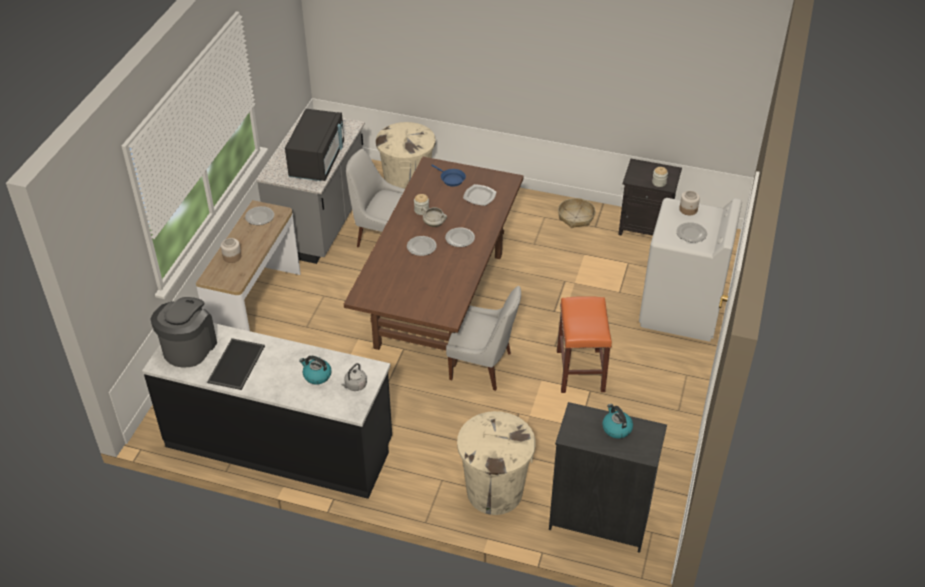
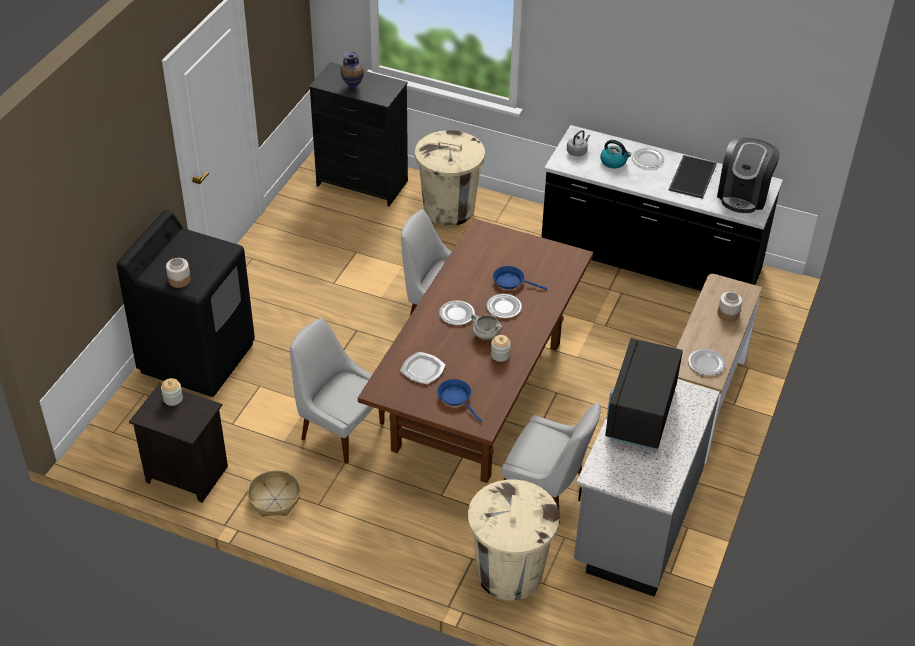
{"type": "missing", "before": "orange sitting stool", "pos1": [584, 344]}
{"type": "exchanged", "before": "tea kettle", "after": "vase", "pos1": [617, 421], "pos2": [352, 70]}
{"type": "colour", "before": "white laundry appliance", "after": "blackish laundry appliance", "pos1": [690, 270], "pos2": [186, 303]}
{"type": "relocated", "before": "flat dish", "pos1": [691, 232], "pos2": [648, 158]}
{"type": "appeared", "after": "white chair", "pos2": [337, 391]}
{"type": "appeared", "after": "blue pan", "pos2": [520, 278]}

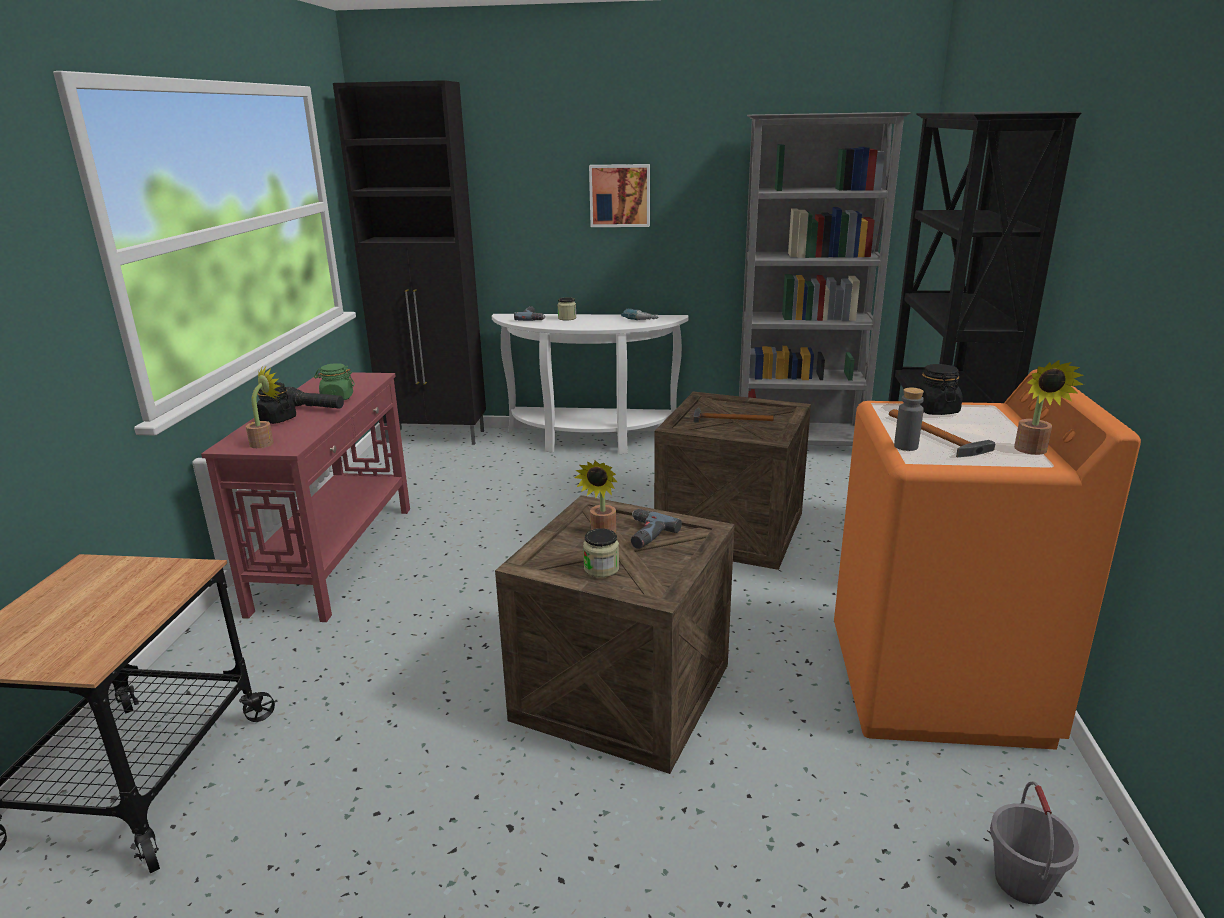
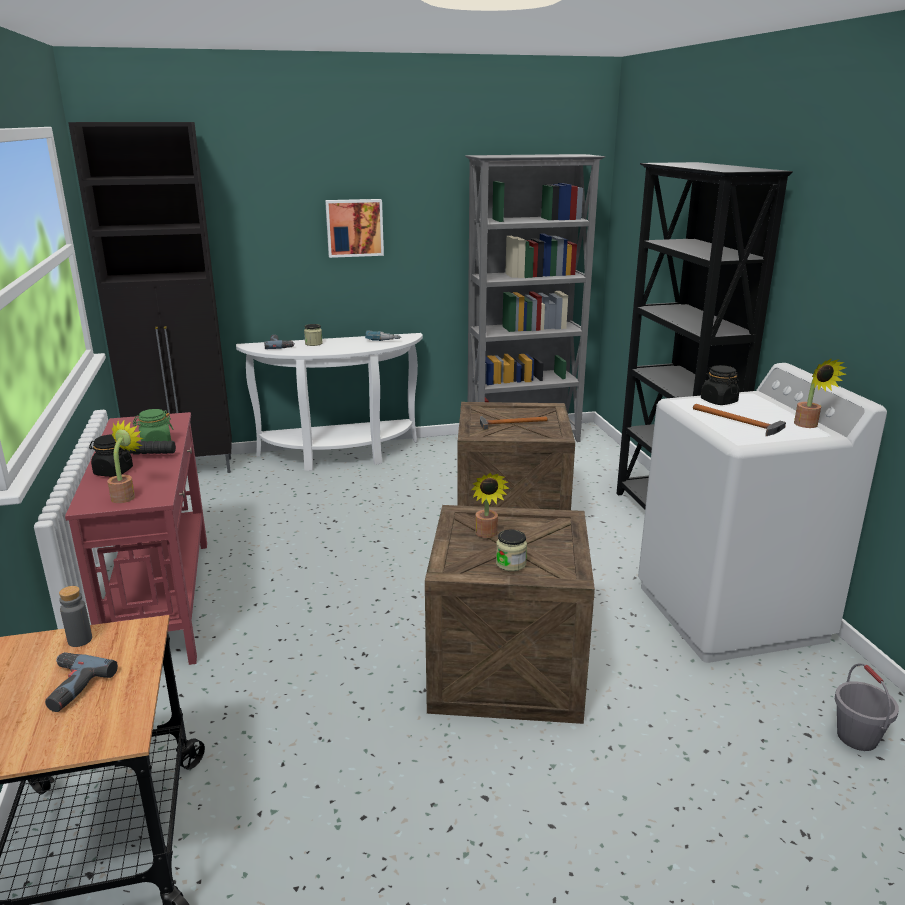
{"type": "relocated", "before": "power drill", "pos1": [656, 529], "pos2": [81, 682]}
{"type": "colour", "before": "orange laundry appliance", "after": "white laundry appliance", "pos1": [987, 559], "pos2": [762, 513]}
{"type": "relocated", "before": "grey bottle", "pos1": [909, 419], "pos2": [75, 616]}

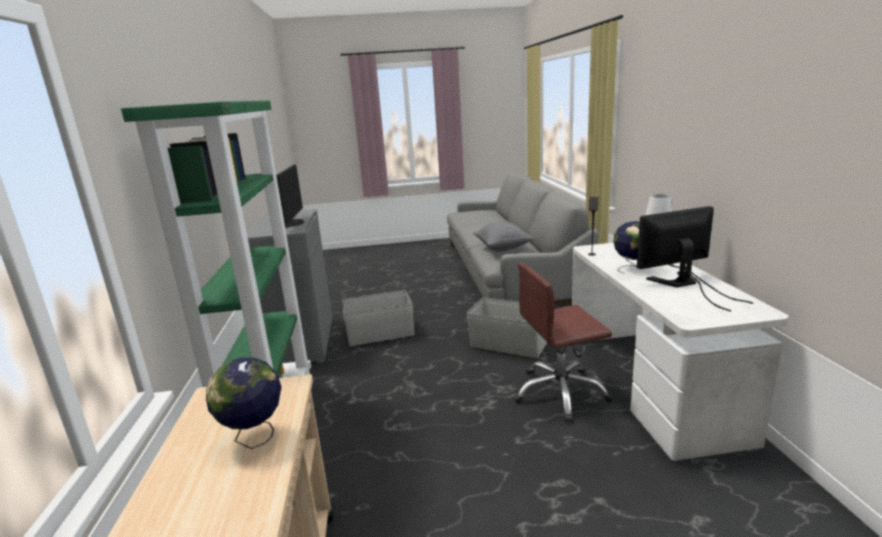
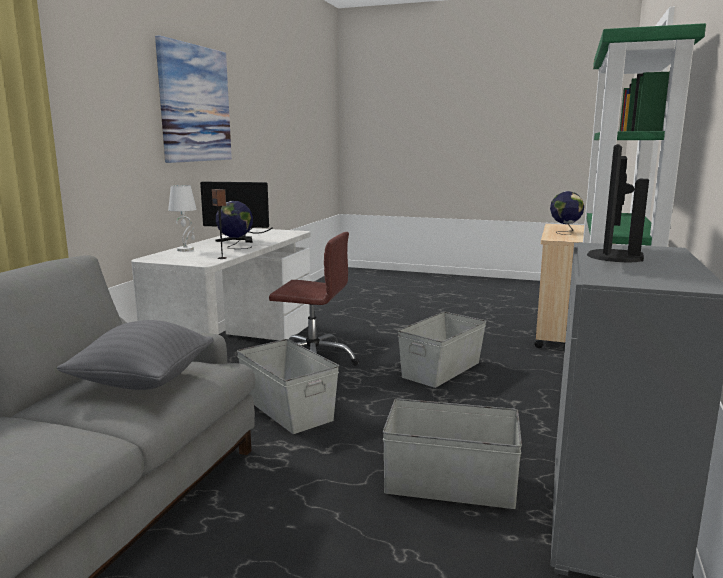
{"type": "appeared", "after": "wall picture", "pos2": [193, 99]}
{"type": "appeared", "after": "grey storage bin", "pos2": [442, 350]}

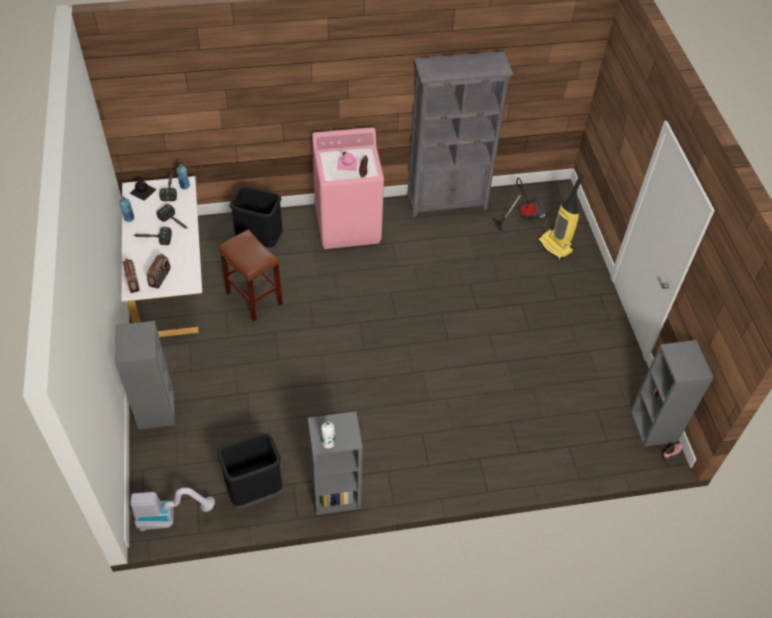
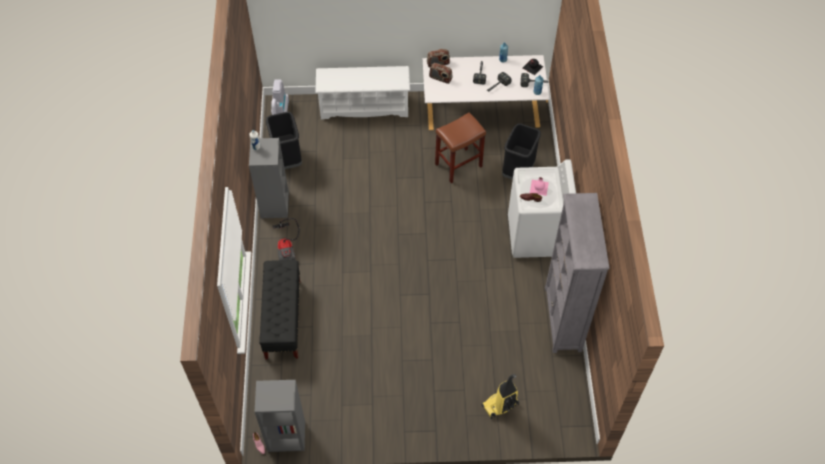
{"type": "exchanged", "before": "grey bookcase", "after": "white shoe stand", "pos1": [145, 375], "pos2": [362, 92]}
{"type": "colour", "before": "pink-coloured laundry appliance", "after": "white laundry appliance", "pos1": [348, 188], "pos2": [542, 208]}
{"type": "relocated", "before": "vacuum cleaner", "pos1": [520, 205], "pos2": [286, 239]}
{"type": "appeared", "after": "blackish indoor bench", "pos2": [280, 309]}

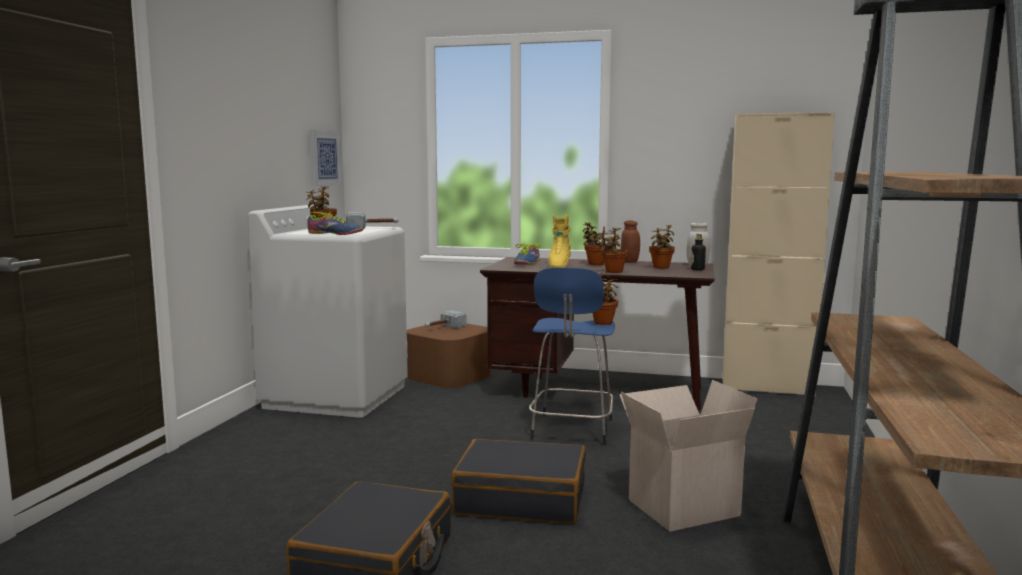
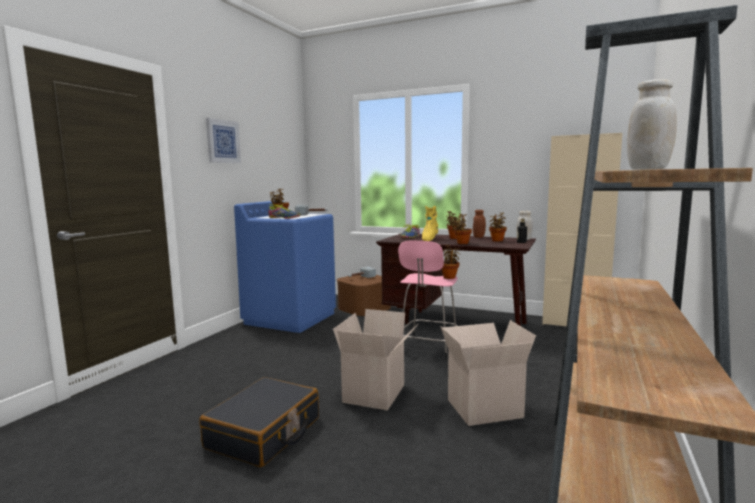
{"type": "colour", "before": "white laundry appliance", "after": "blue laundry appliance", "pos1": [328, 311], "pos2": [285, 267]}
{"type": "relocated", "before": "wall picture", "pos1": [326, 158], "pos2": [223, 140]}
{"type": "exchanged", "before": "blackish piece of luggage", "after": "carton", "pos1": [518, 481], "pos2": [376, 360]}
{"type": "colour", "before": "blue sitting stool", "after": "pink-coloured sitting stool", "pos1": [572, 356], "pos2": [427, 300]}
{"type": "appeared", "after": "white preserve jar", "pos2": [652, 124]}

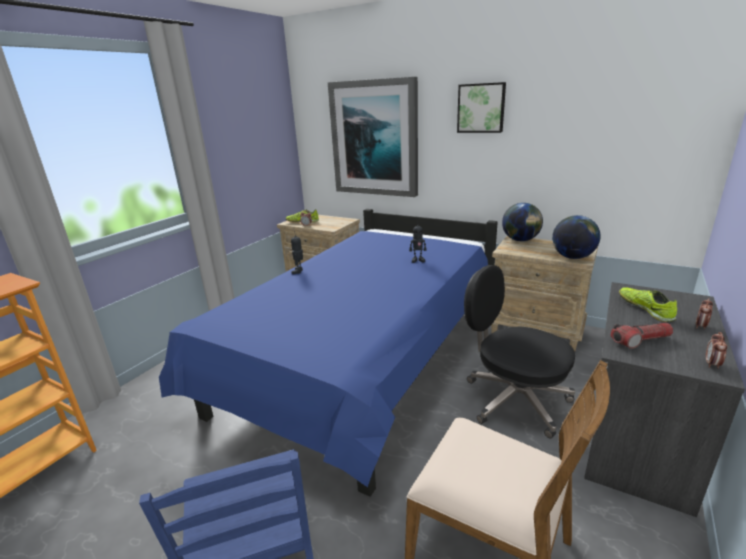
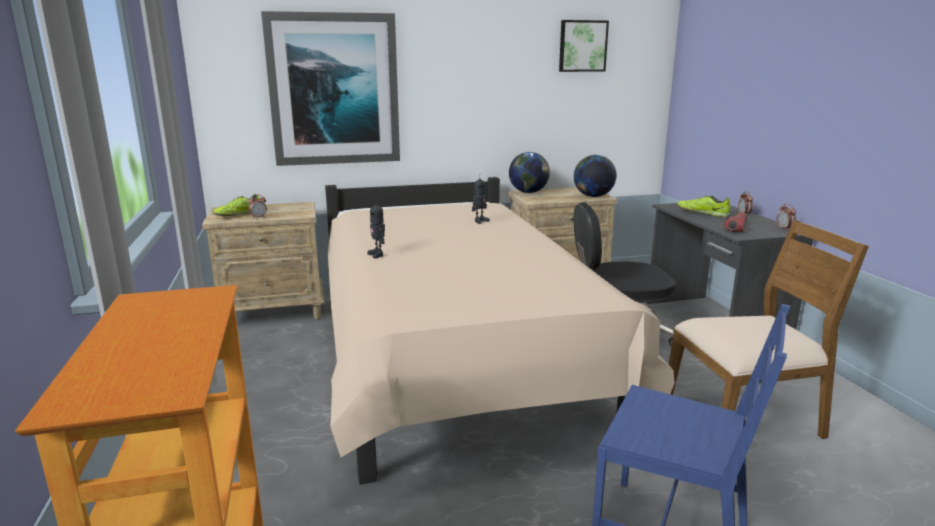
{"type": "colour", "before": "blue bedroom bed", "after": "sand-coloured bedroom bed", "pos1": [328, 353], "pos2": [499, 330]}
{"type": "relocated", "before": "wall picture", "pos1": [481, 107], "pos2": [584, 46]}

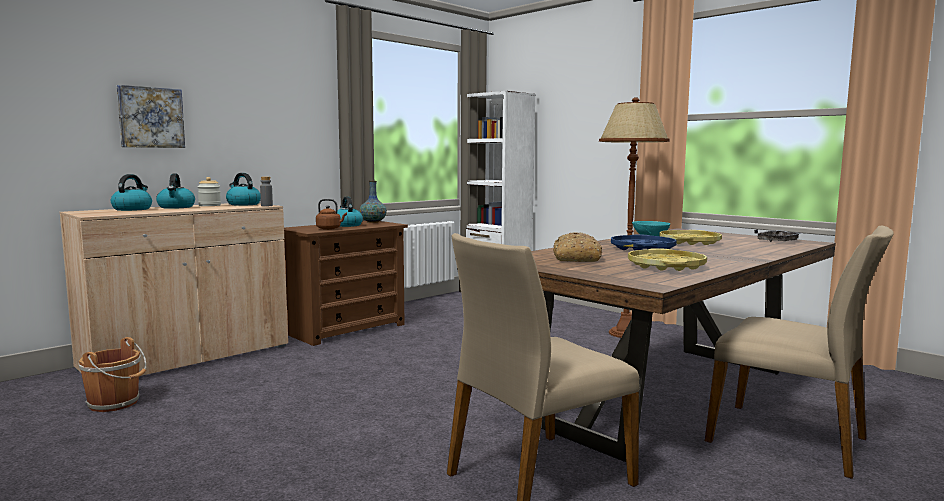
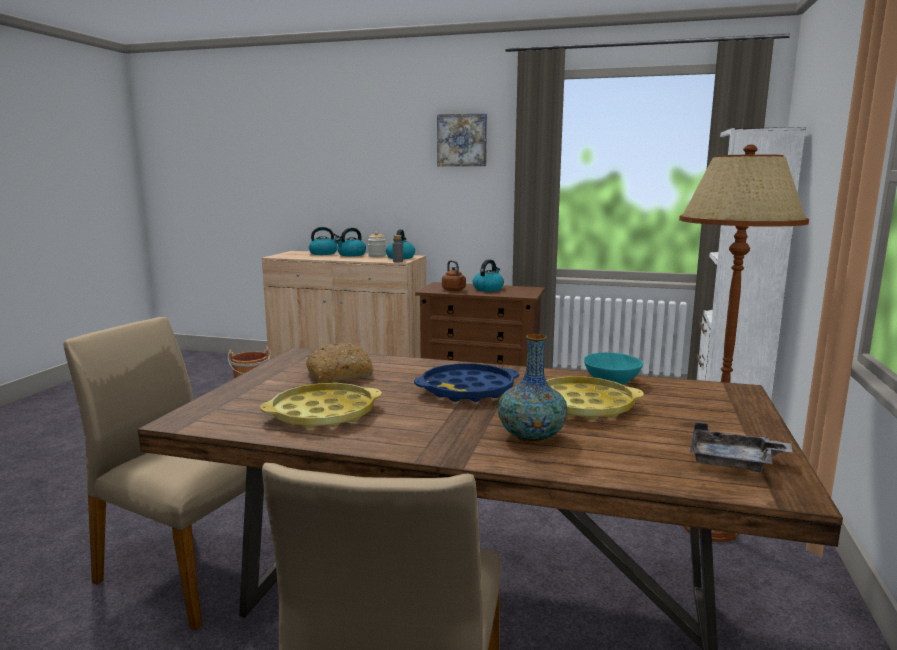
{"type": "relocated", "before": "wall picture", "pos1": [151, 116], "pos2": [462, 139]}
{"type": "relocated", "before": "vase", "pos1": [373, 202], "pos2": [533, 388]}

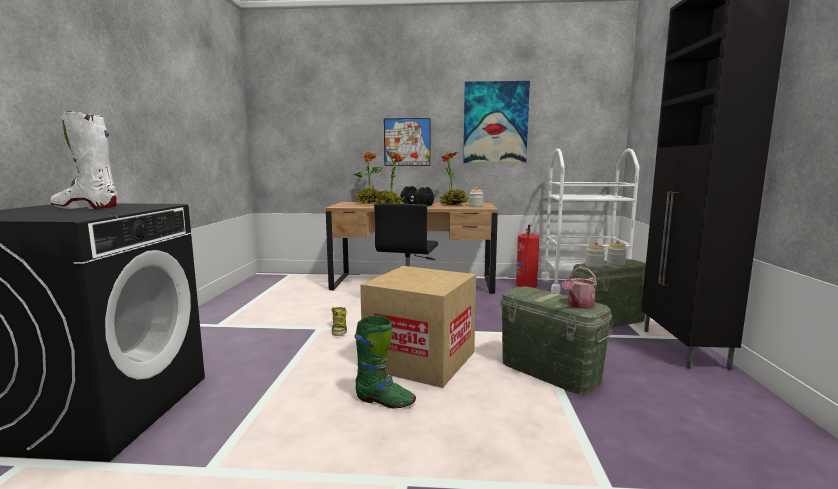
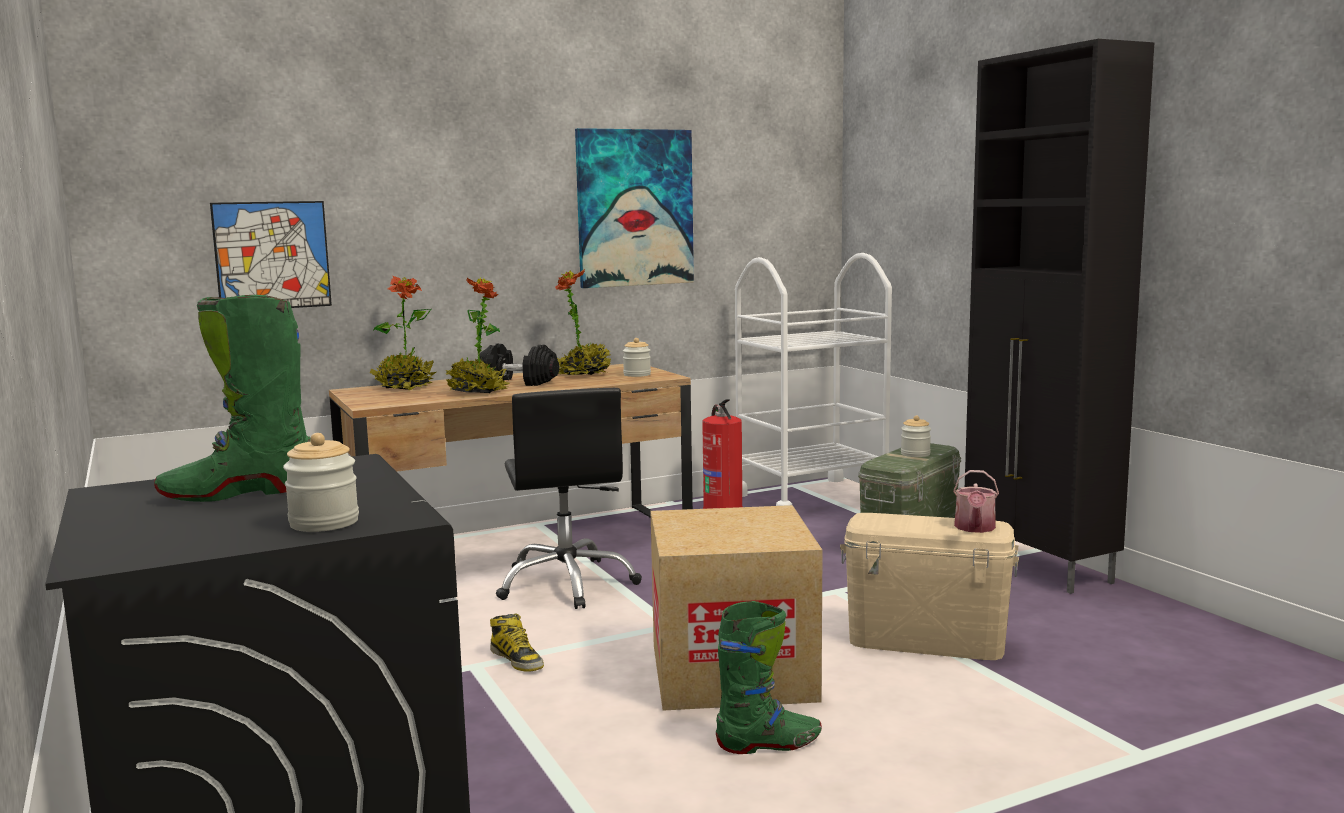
{"type": "colour", "before": "white high-top boot", "after": "greenish high-top boot", "pos1": [83, 160], "pos2": [232, 398]}
{"type": "relocated", "before": "wall picture", "pos1": [407, 142], "pos2": [271, 254]}
{"type": "colour", "before": "greenish storage bin", "after": "sand-coloured storage bin", "pos1": [557, 340], "pos2": [929, 586]}
{"type": "relocated", "before": "preserve jar", "pos1": [595, 255], "pos2": [321, 482]}

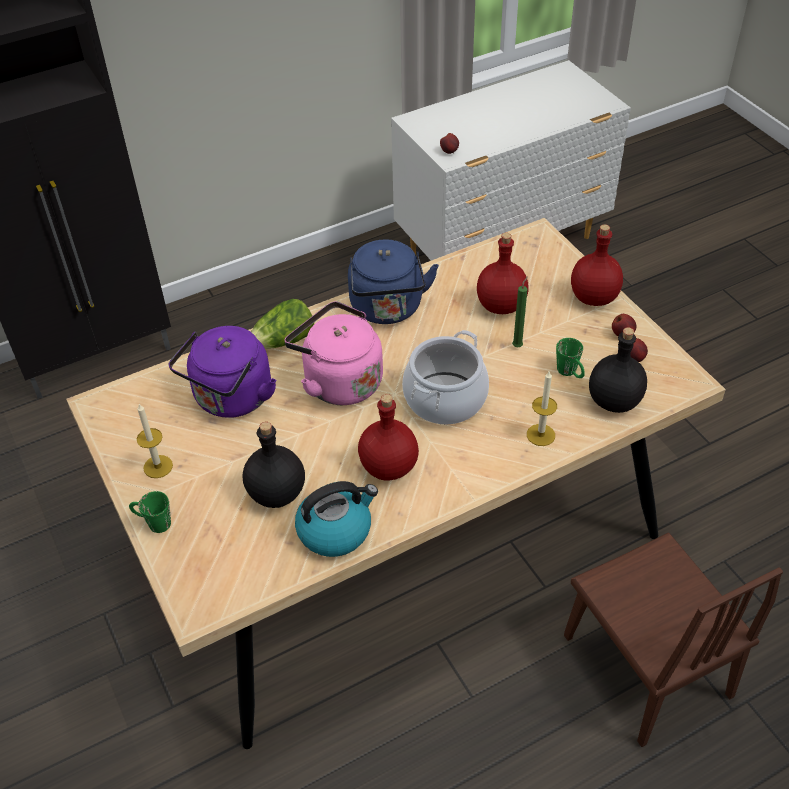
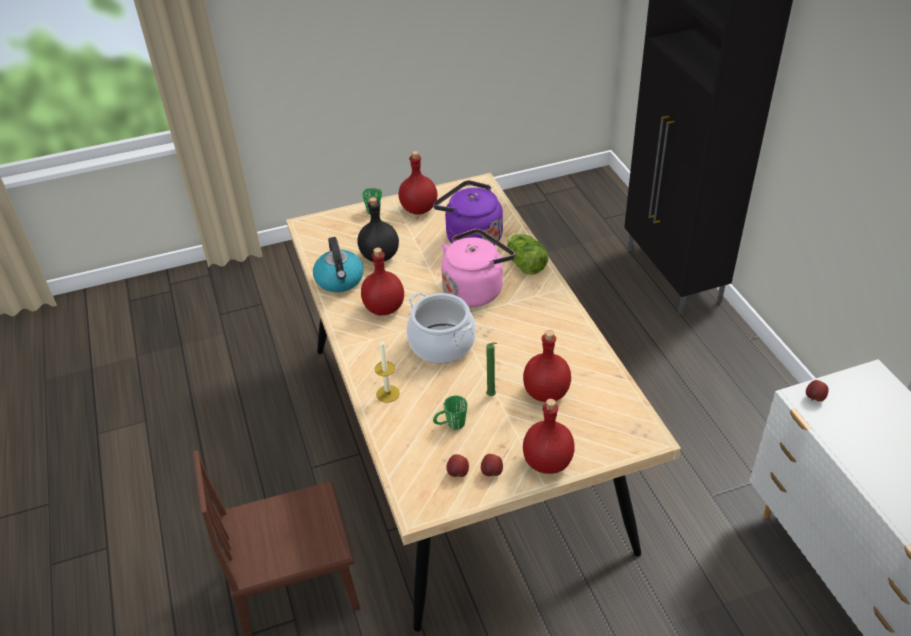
{"type": "exchanged", "before": "wax light", "after": "reddish bottle", "pos1": [155, 441], "pos2": [418, 183]}
{"type": "missing", "before": "blue tea kettle", "pos1": [393, 281]}
{"type": "missing", "before": "blackish bottle", "pos1": [618, 370]}

